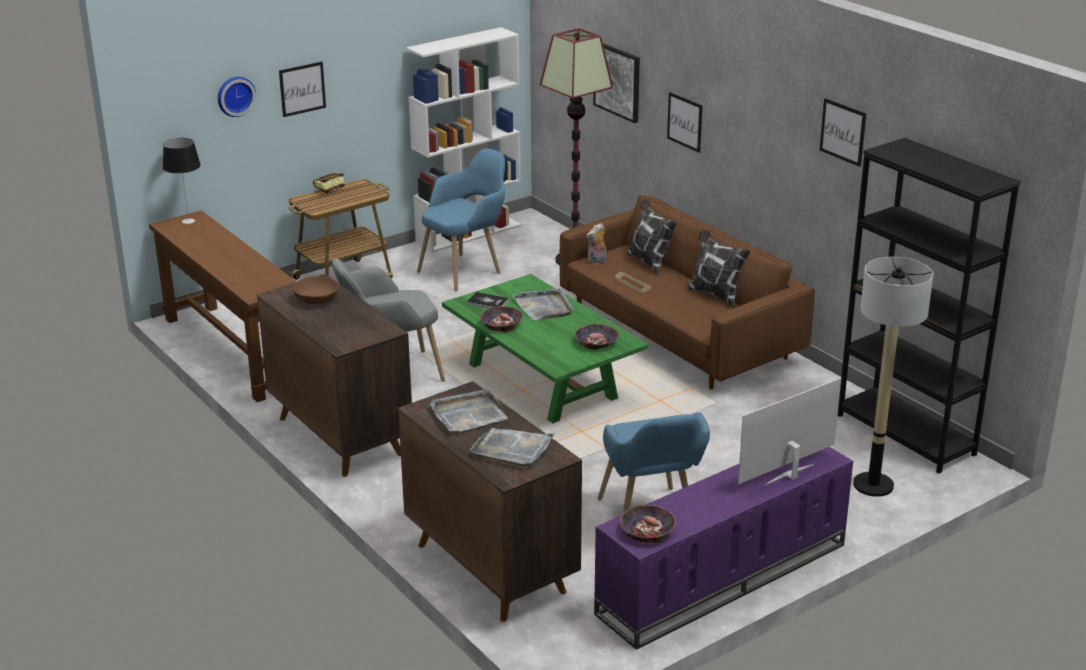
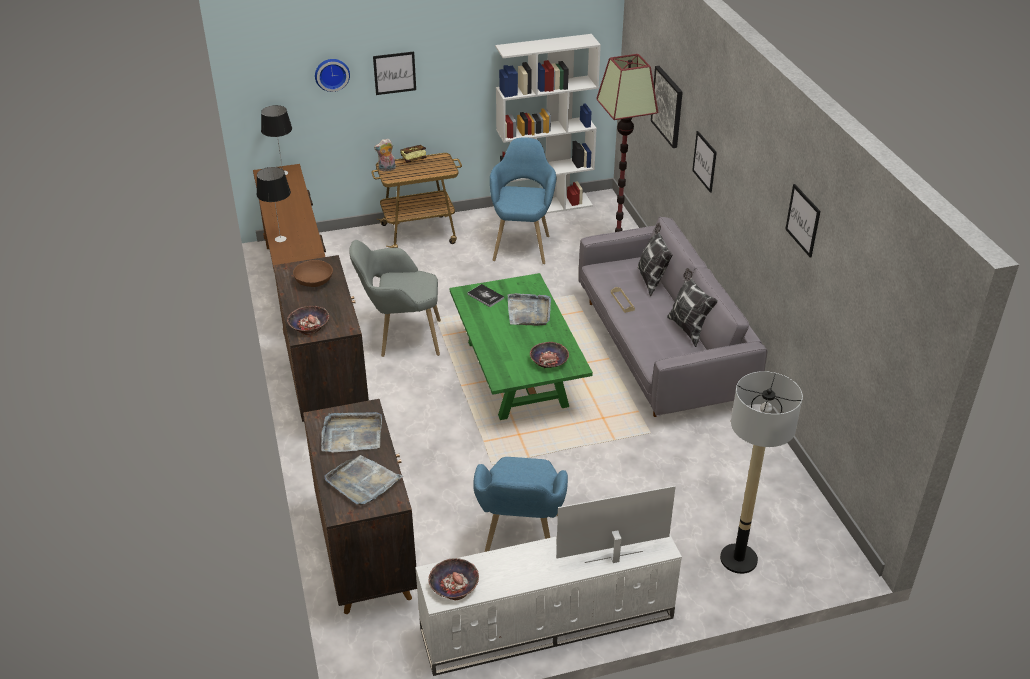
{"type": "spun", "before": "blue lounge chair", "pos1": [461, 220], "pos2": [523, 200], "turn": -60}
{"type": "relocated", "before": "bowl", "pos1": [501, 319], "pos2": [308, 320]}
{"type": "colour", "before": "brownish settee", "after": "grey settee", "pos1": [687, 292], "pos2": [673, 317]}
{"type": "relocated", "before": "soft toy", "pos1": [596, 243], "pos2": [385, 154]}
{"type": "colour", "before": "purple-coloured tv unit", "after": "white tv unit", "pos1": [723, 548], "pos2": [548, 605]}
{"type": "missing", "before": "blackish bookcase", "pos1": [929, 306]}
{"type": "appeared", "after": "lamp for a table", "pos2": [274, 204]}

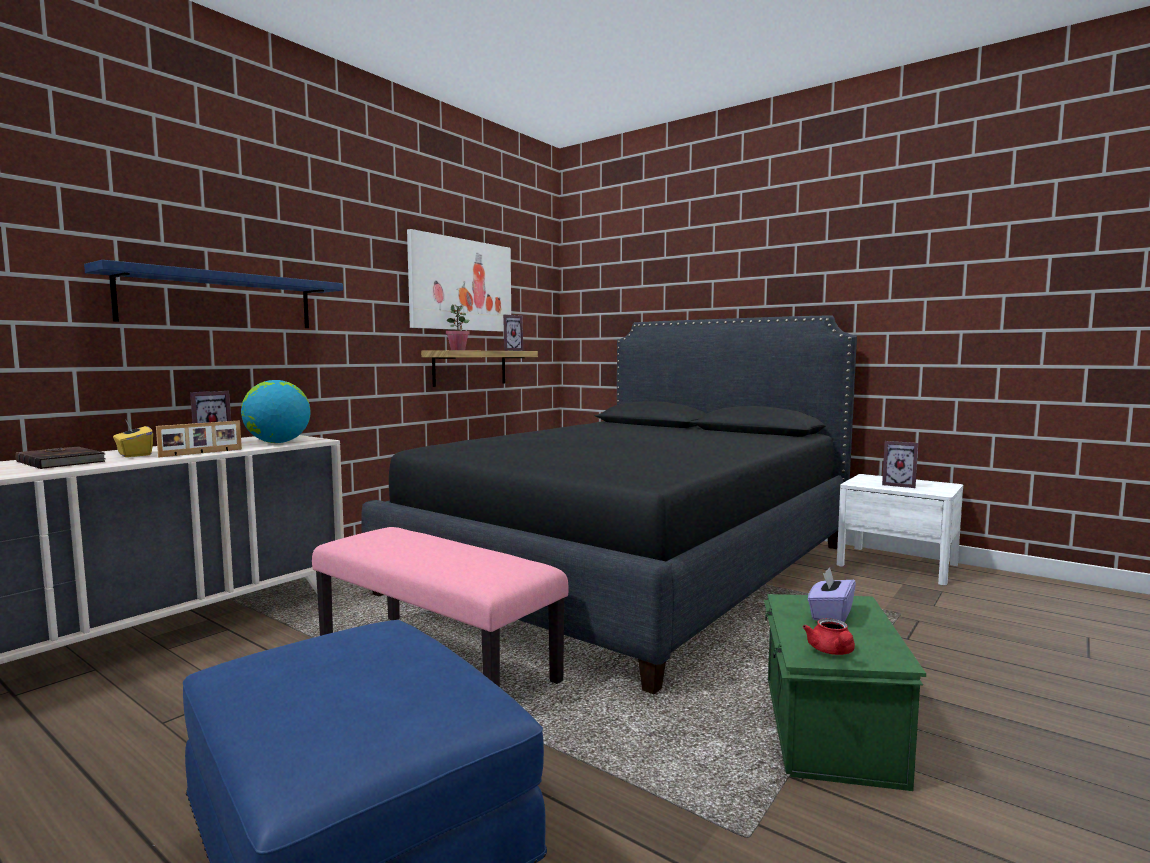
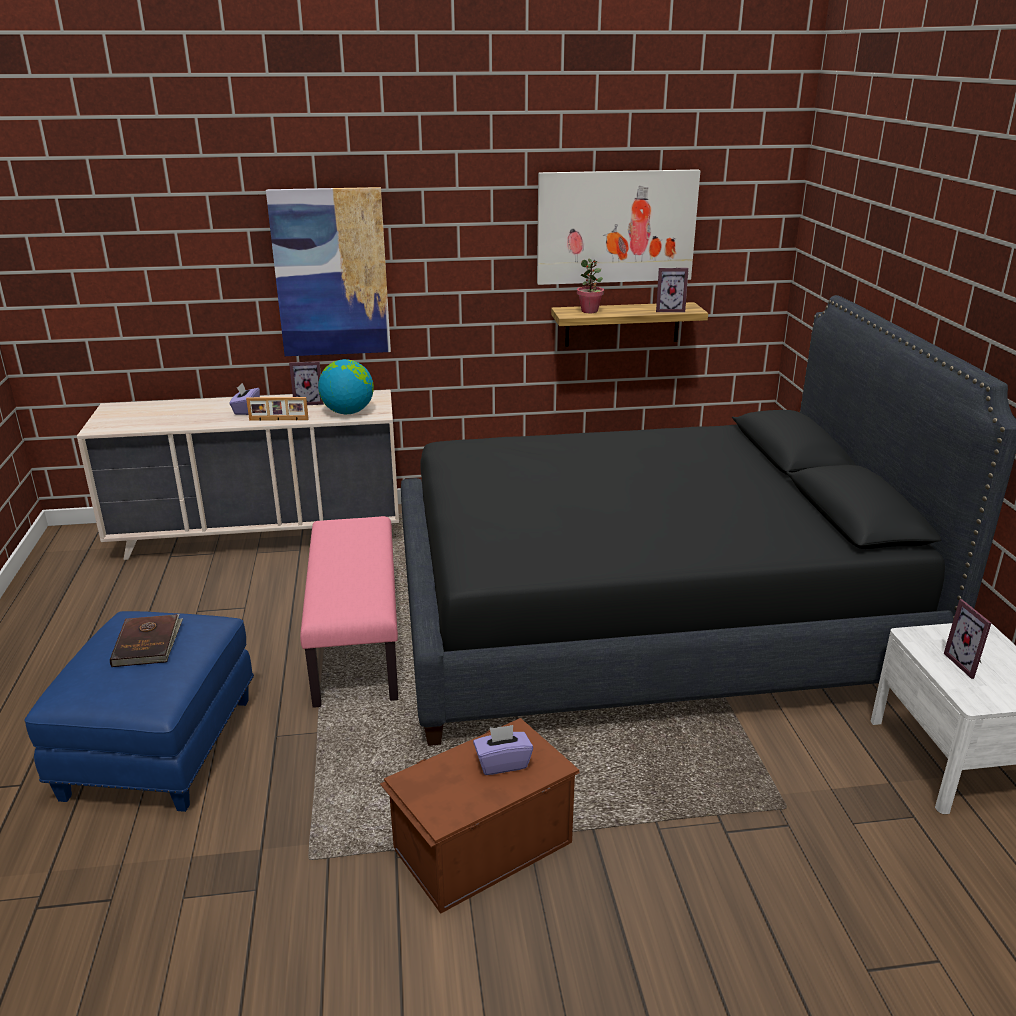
{"type": "relocated", "before": "brownish volume", "pos1": [60, 458], "pos2": [146, 640]}
{"type": "exchanged", "before": "blue shelf", "after": "wall picture", "pos1": [213, 294], "pos2": [328, 271]}
{"type": "colour", "before": "yellow-coloured tissue box", "after": "purple-coloured tissue box", "pos1": [133, 439], "pos2": [244, 399]}
{"type": "colour", "before": "greenish storage bin", "after": "brownish storage bin", "pos1": [845, 692], "pos2": [480, 816]}
{"type": "missing", "before": "reddish pot for tea", "pos1": [829, 636]}

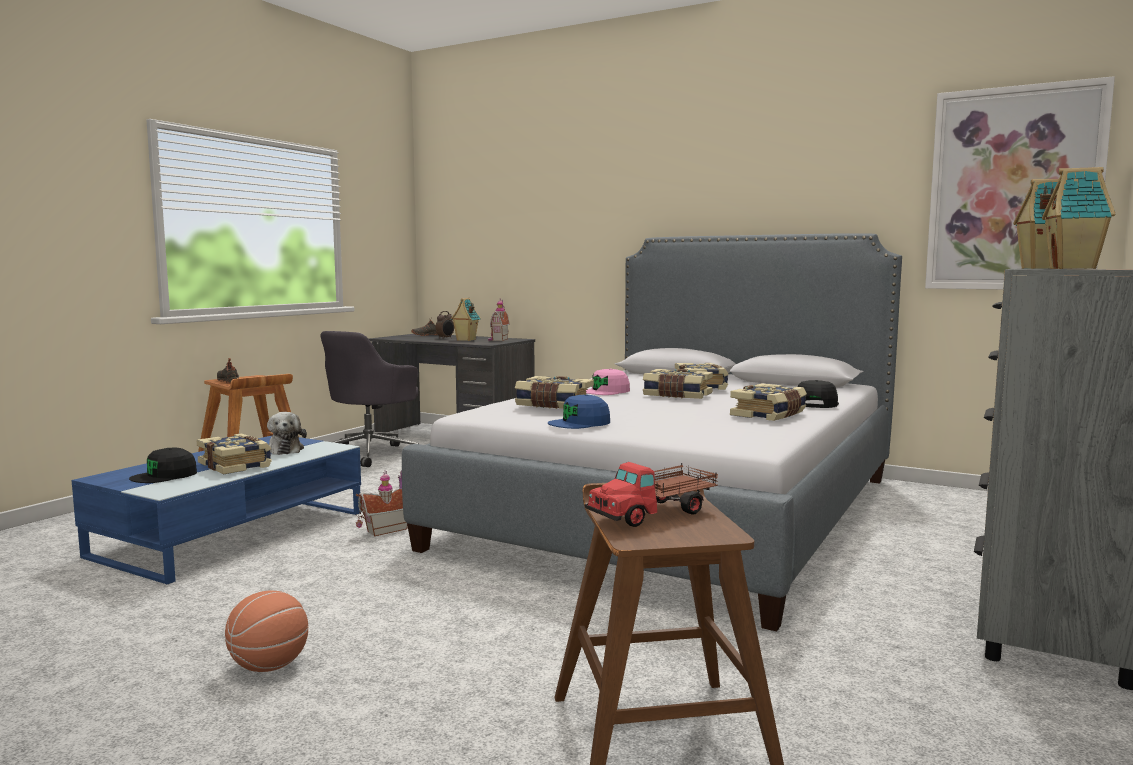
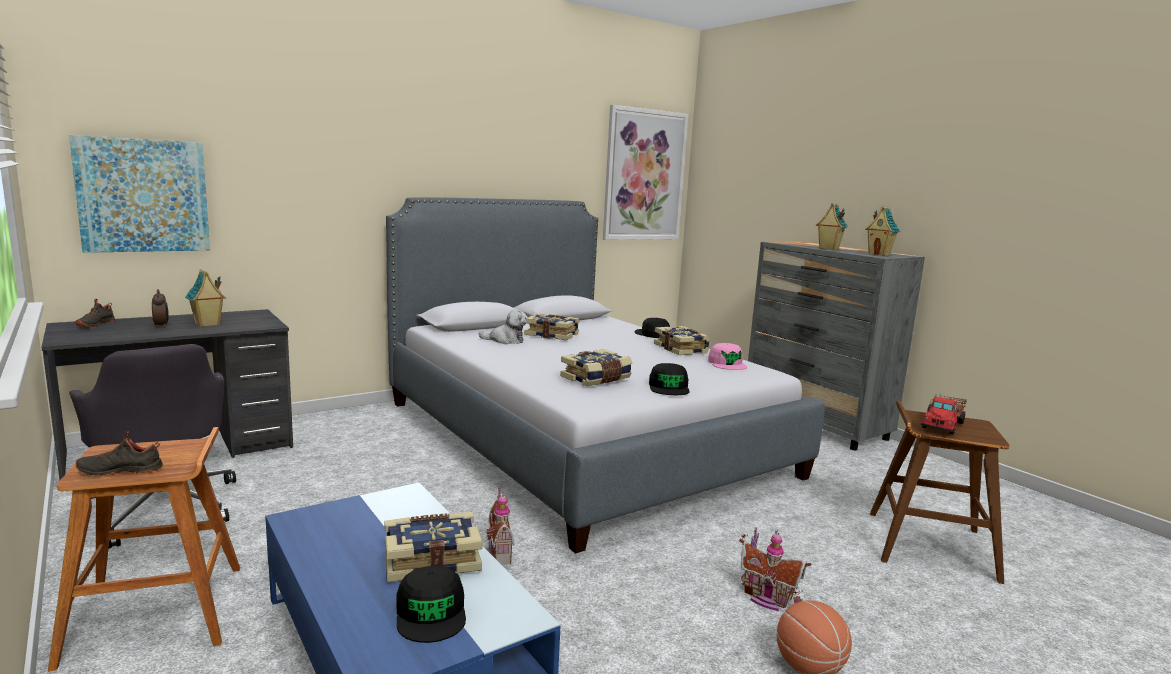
{"type": "relocated", "before": "soft toy", "pos1": [287, 433], "pos2": [503, 327]}
{"type": "relocated", "before": "model house", "pos1": [499, 319], "pos2": [775, 569]}
{"type": "colour", "before": "blue cap", "after": "blackish cap", "pos1": [579, 411], "pos2": [669, 379]}
{"type": "spun", "before": "model truck", "pos1": [651, 494], "pos2": [944, 414], "turn": 45}
{"type": "relocated", "before": "pink-coloured cap", "pos1": [608, 381], "pos2": [727, 356]}
{"type": "missing", "before": "volume", "pos1": [678, 384]}
{"type": "appeared", "after": "wall picture", "pos2": [139, 194]}

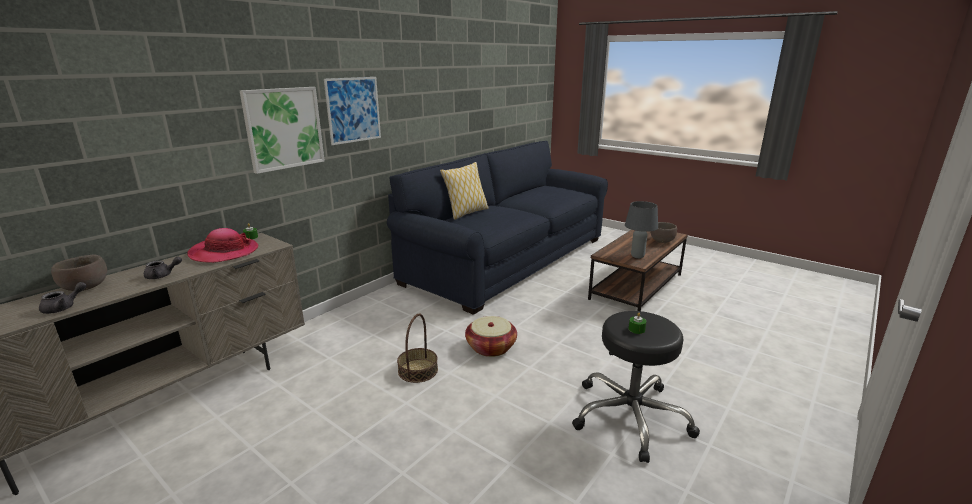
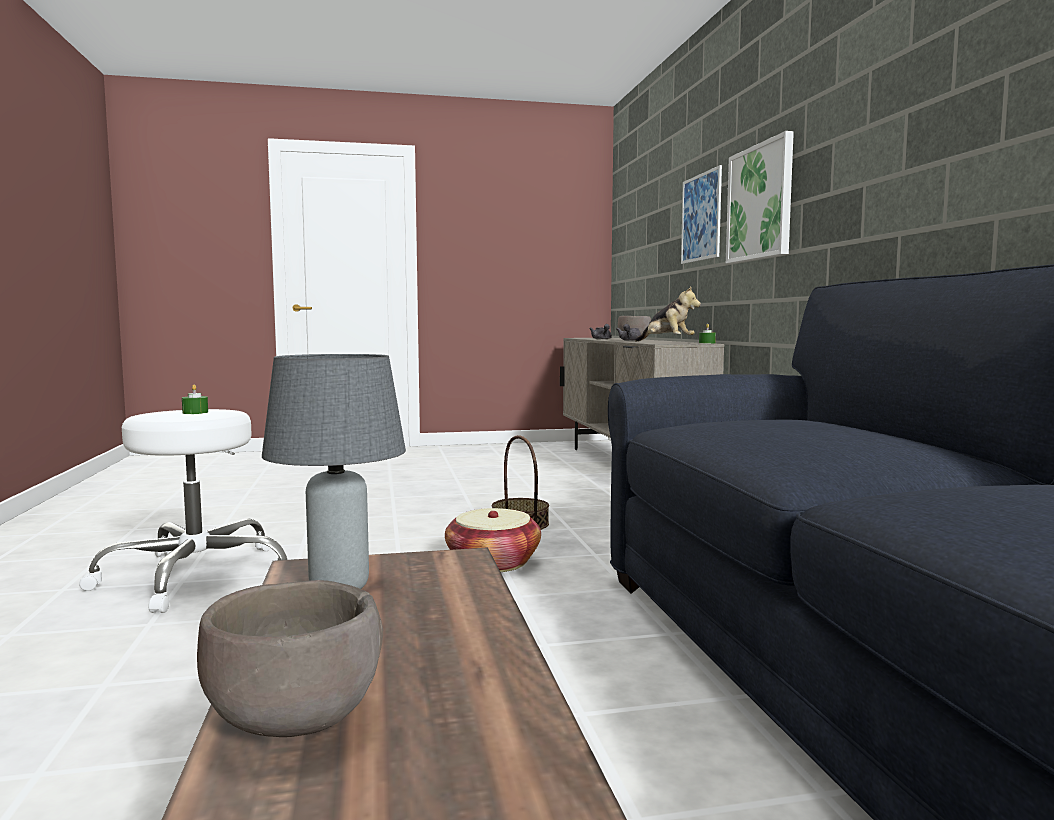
{"type": "exchanged", "before": "clothing hat", "after": "soft toy", "pos1": [222, 245], "pos2": [668, 314]}
{"type": "relocated", "before": "wall picture", "pos1": [352, 111], "pos2": [701, 214]}
{"type": "missing", "before": "pillow", "pos1": [464, 191]}
{"type": "colour", "before": "blackish sitting stool", "after": "white sitting stool", "pos1": [636, 387], "pos2": [183, 511]}

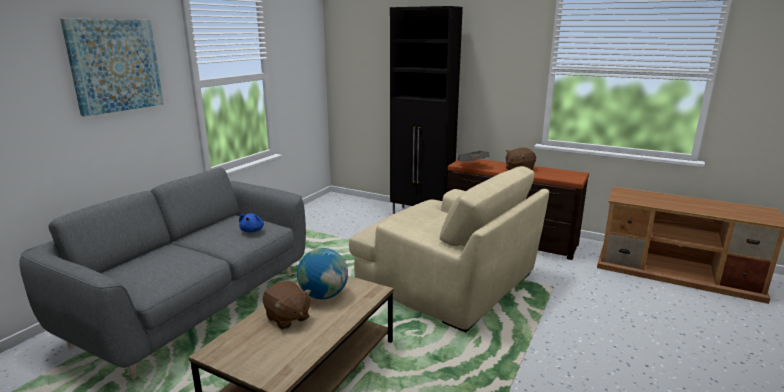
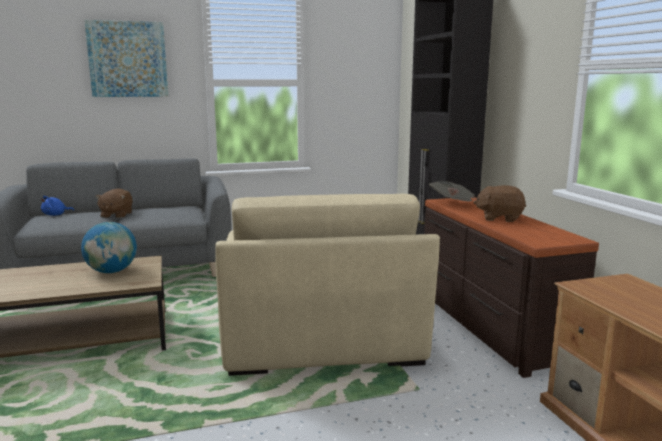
{"type": "relocated", "before": "blue soft toy", "pos1": [251, 223], "pos2": [57, 206]}
{"type": "relocated", "before": "brownish soft toy", "pos1": [287, 305], "pos2": [114, 203]}

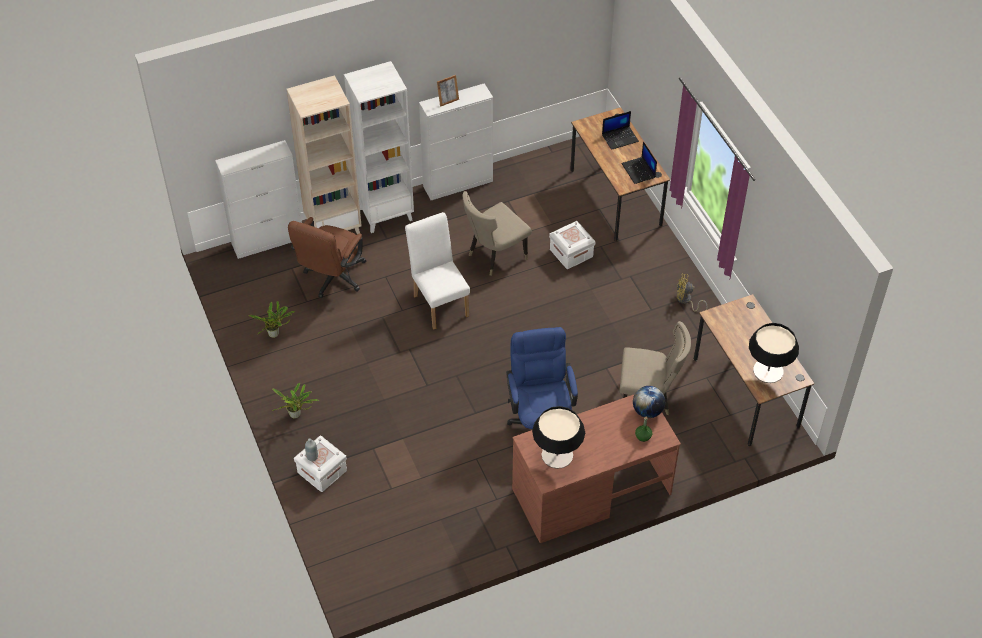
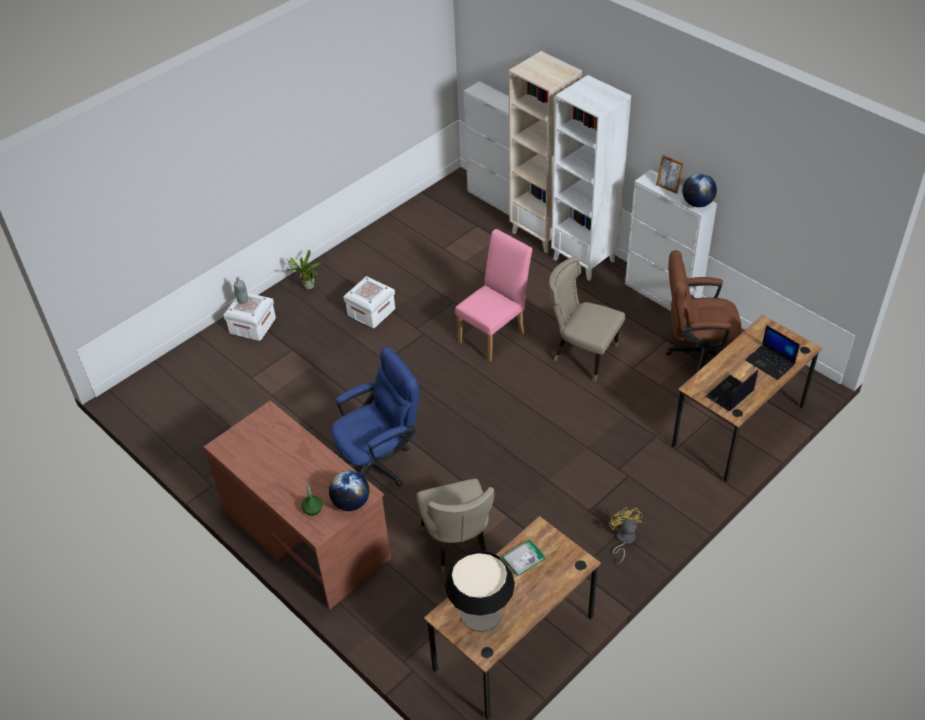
{"type": "missing", "before": "plant in a pot", "pos1": [272, 319]}
{"type": "relocated", "before": "brownish computer chair", "pos1": [327, 257], "pos2": [703, 311]}
{"type": "colour", "before": "white chair", "after": "pink-coloured chair", "pos1": [437, 271], "pos2": [493, 295]}
{"type": "missing", "before": "lamp for a table", "pos1": [558, 437]}
{"type": "relocated", "before": "white storage bin", "pos1": [572, 245], "pos2": [369, 302]}
{"type": "appeared", "after": "volume", "pos2": [523, 557]}
{"type": "appeared", "after": "desk globe", "pos2": [699, 190]}

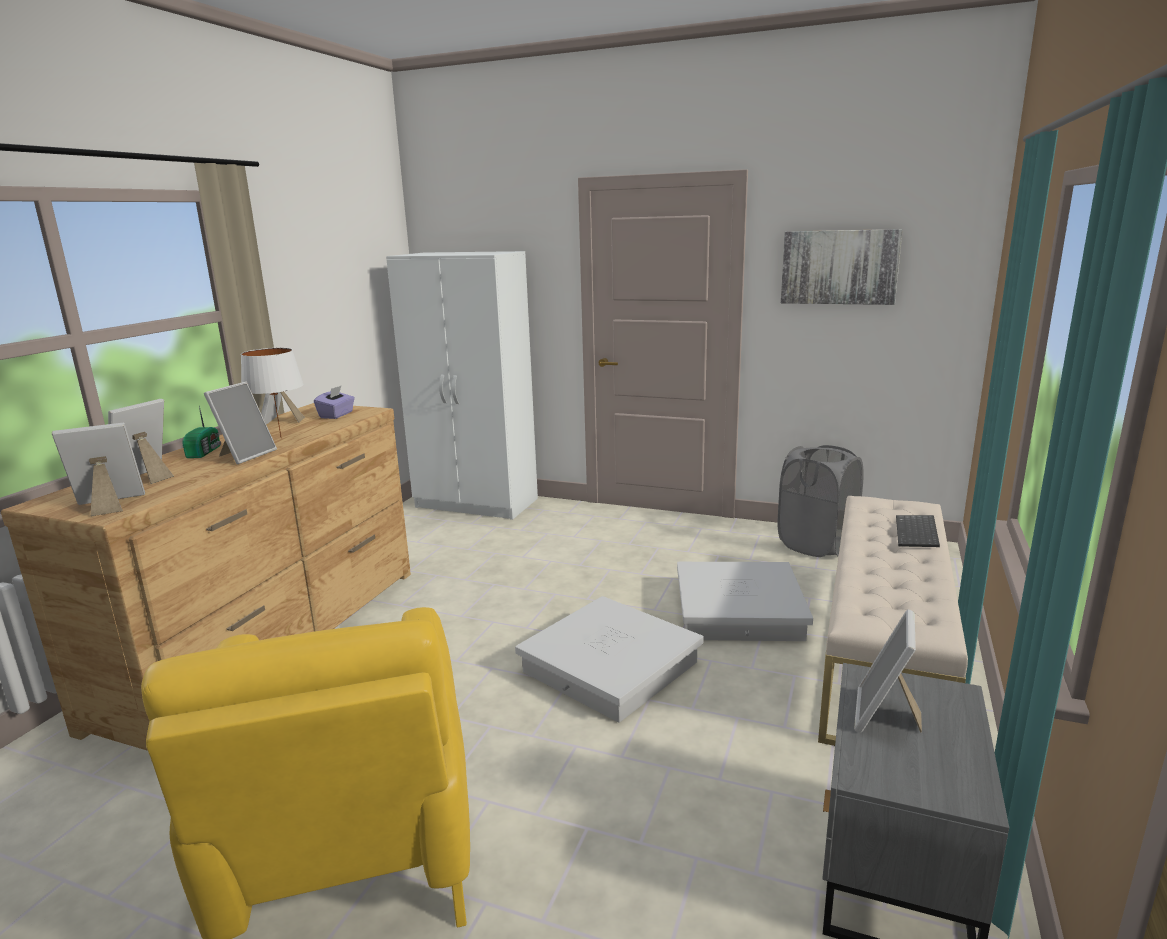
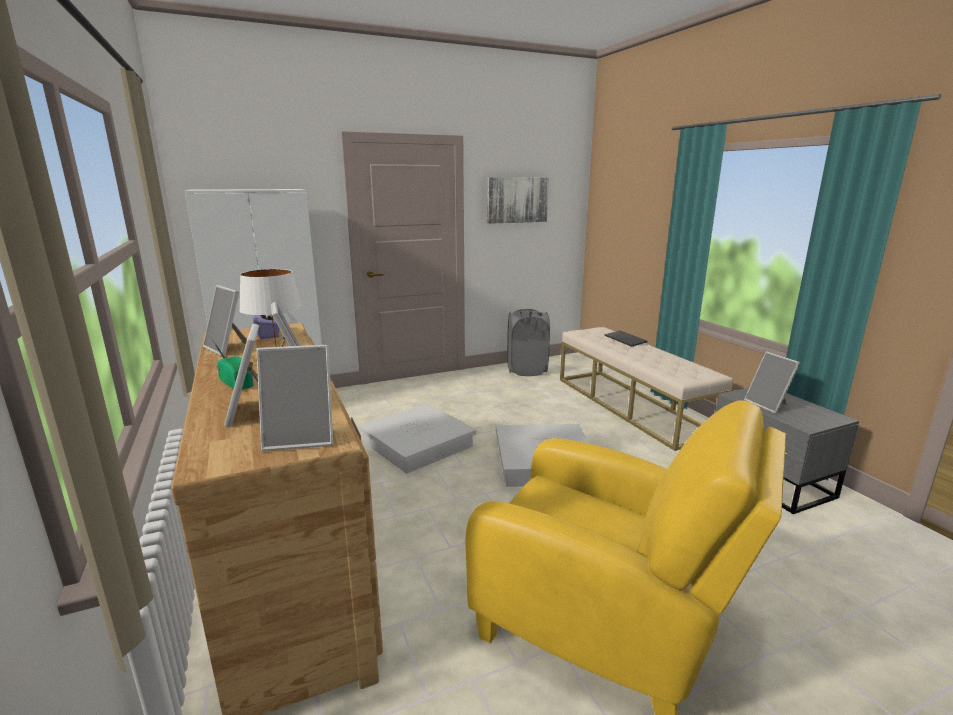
{"type": "spun", "before": "standing frame", "pos1": [98, 469], "pos2": [295, 398], "turn": -120}
{"type": "relocated", "before": "white storage bin", "pos1": [745, 601], "pos2": [418, 439]}

